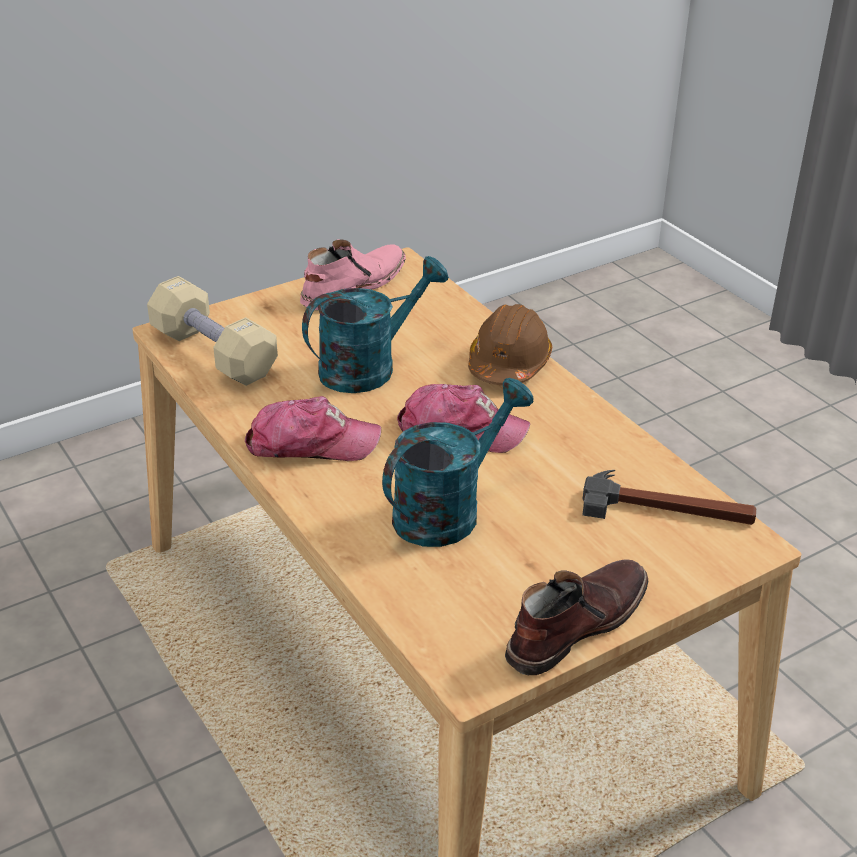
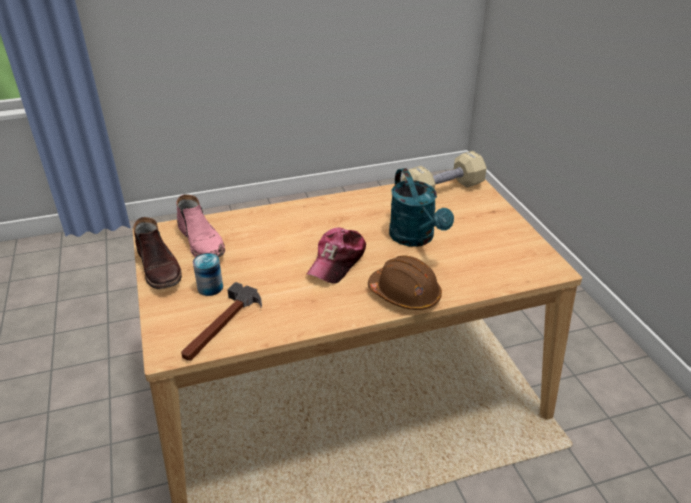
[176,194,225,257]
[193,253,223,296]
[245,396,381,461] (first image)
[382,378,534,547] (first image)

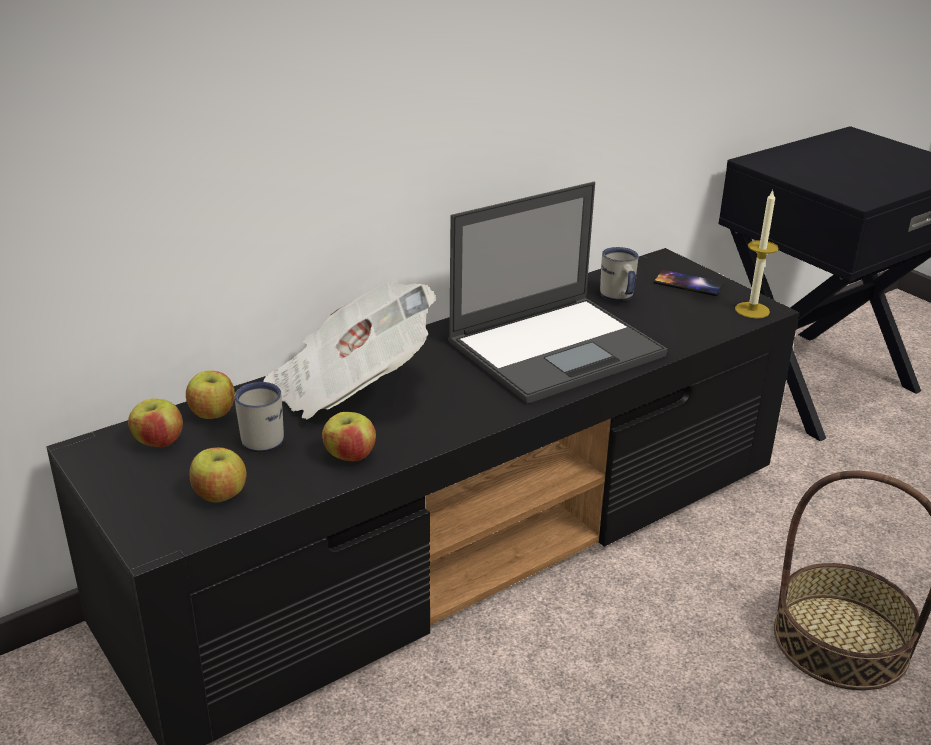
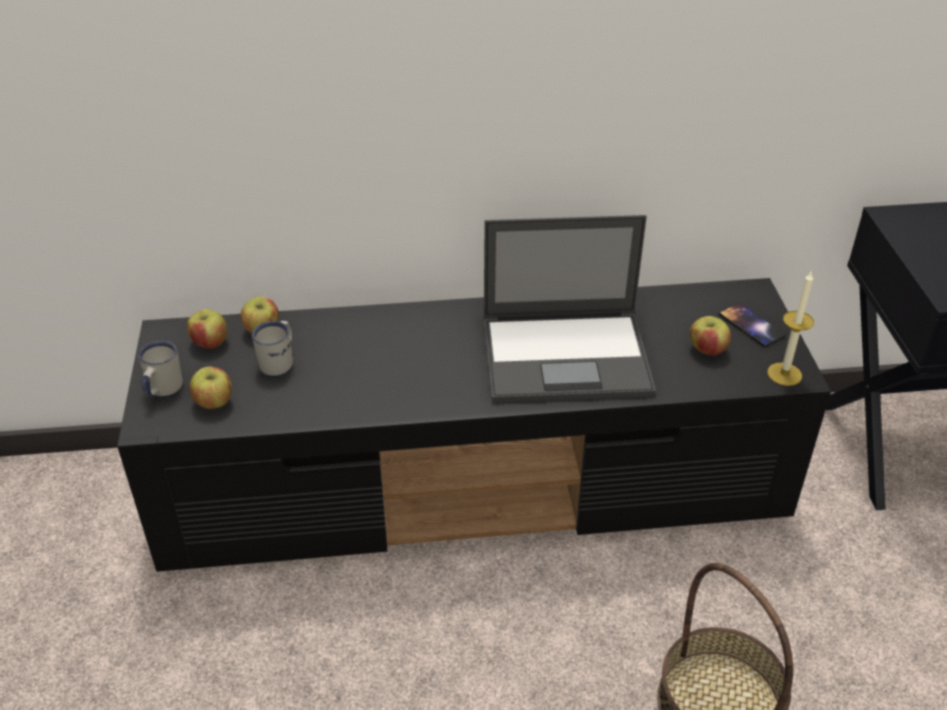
[138,340,183,398]
[690,316,731,356]
[263,281,436,419] (first image)

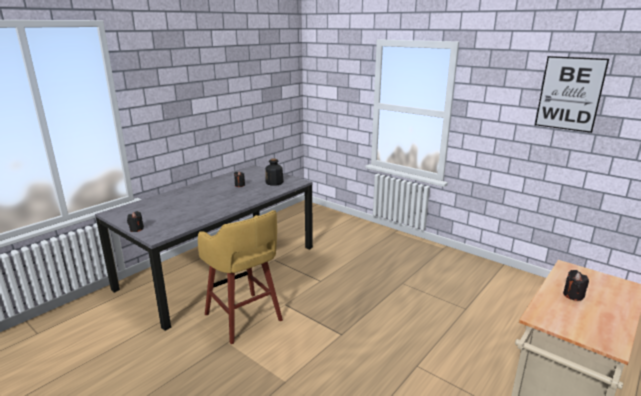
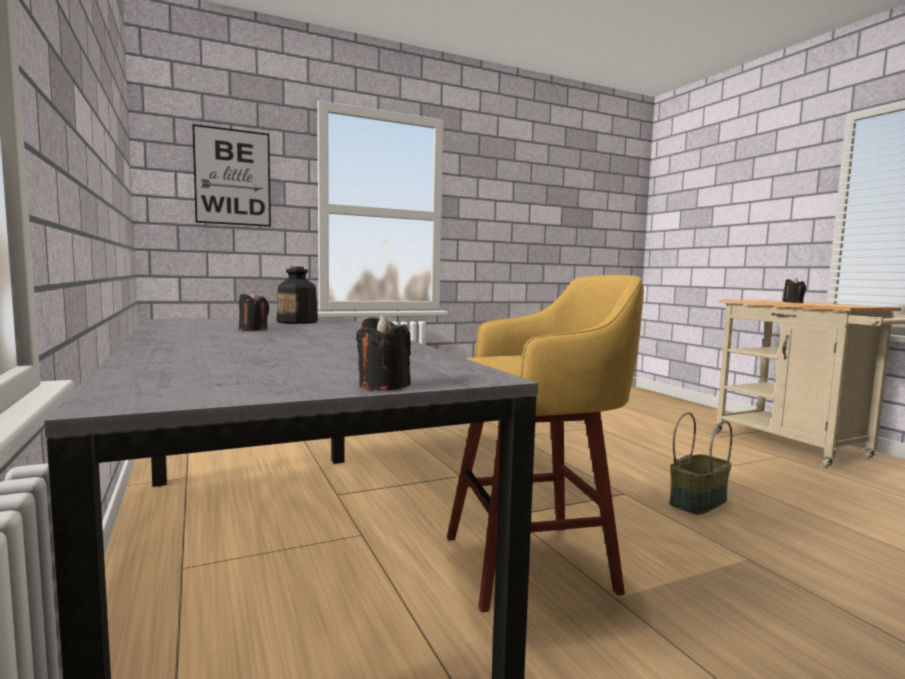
[192,124,271,227]
[669,412,732,515]

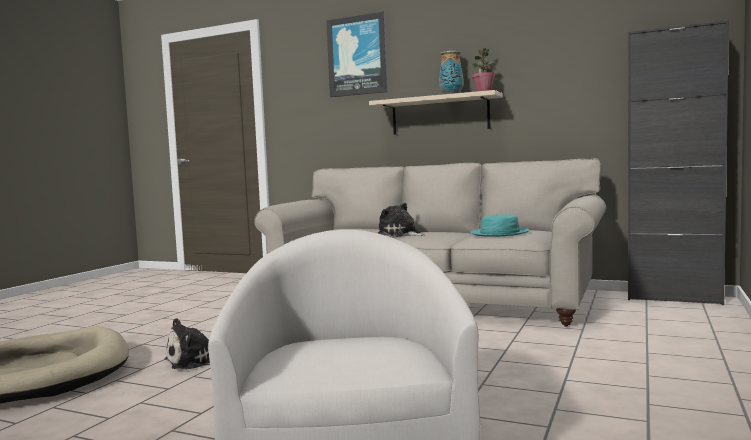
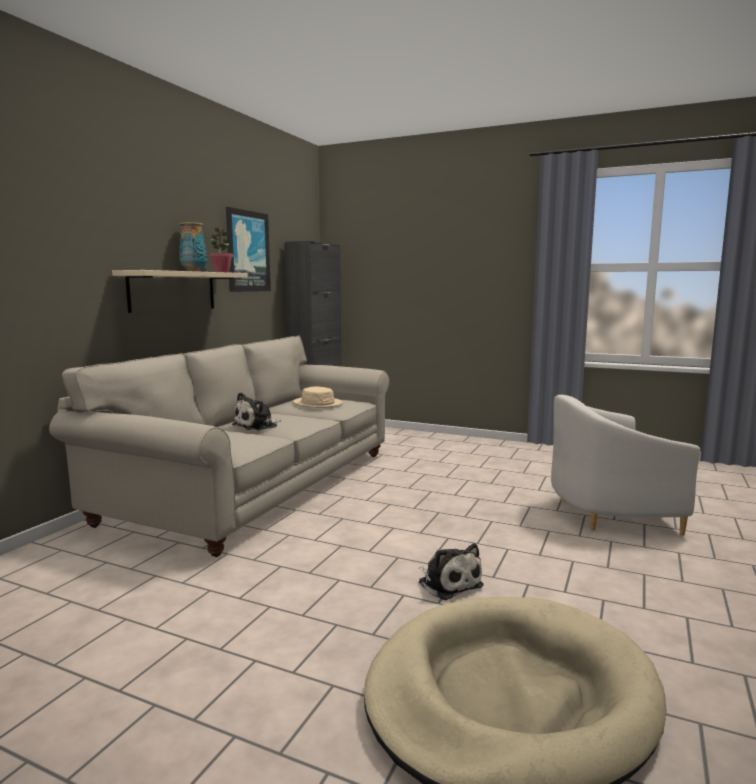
[226,207,271,292]
[293,386,343,408]

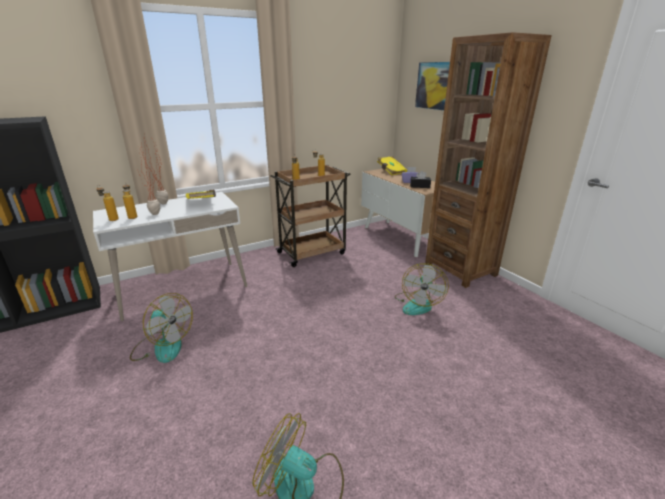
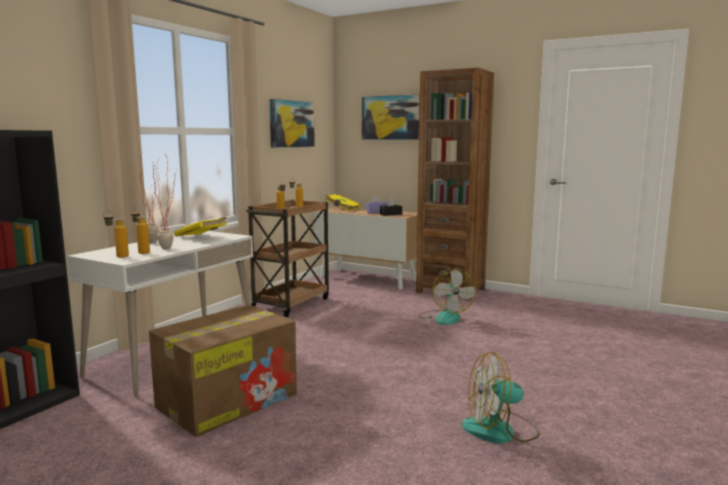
[149,305,297,437]
[269,99,315,148]

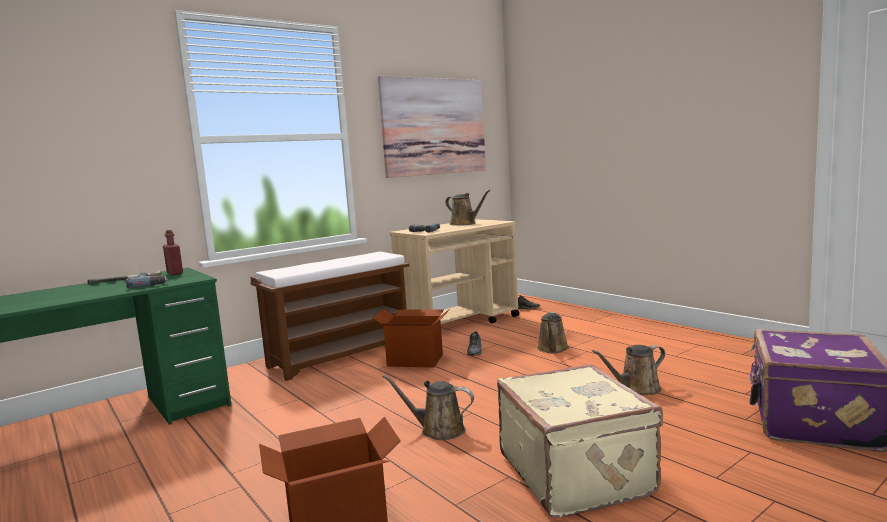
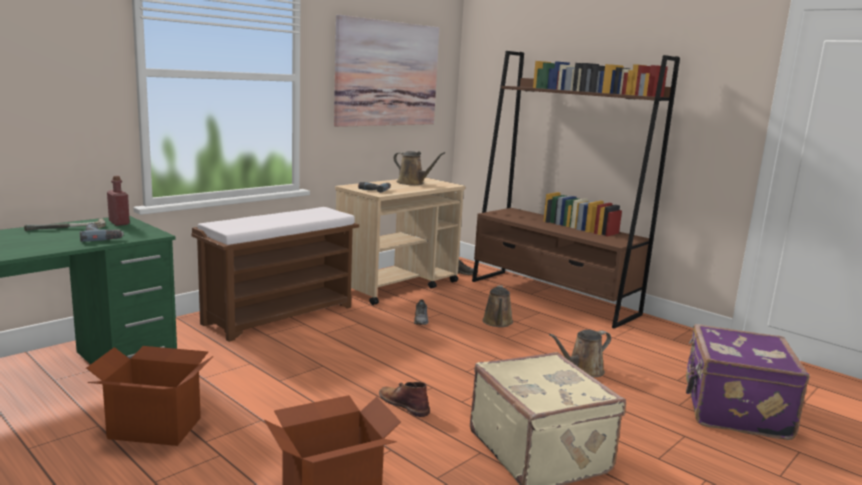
[86,346,213,446]
[379,382,430,417]
[472,51,680,329]

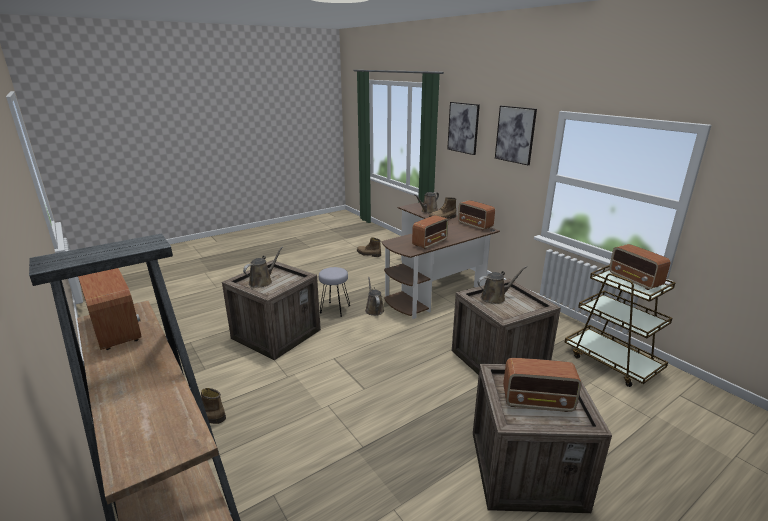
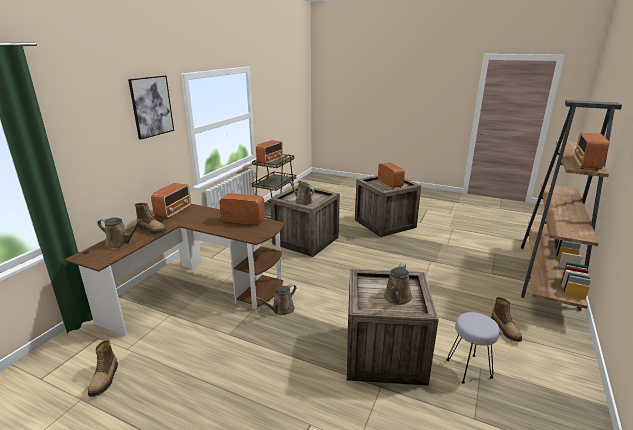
[384,264,412,305]
[447,312,500,384]
[447,102,480,155] (first image)

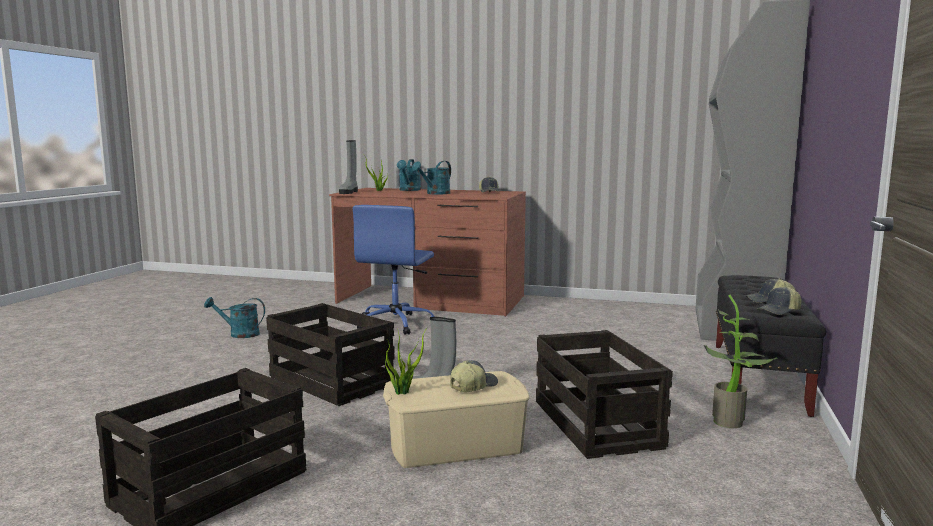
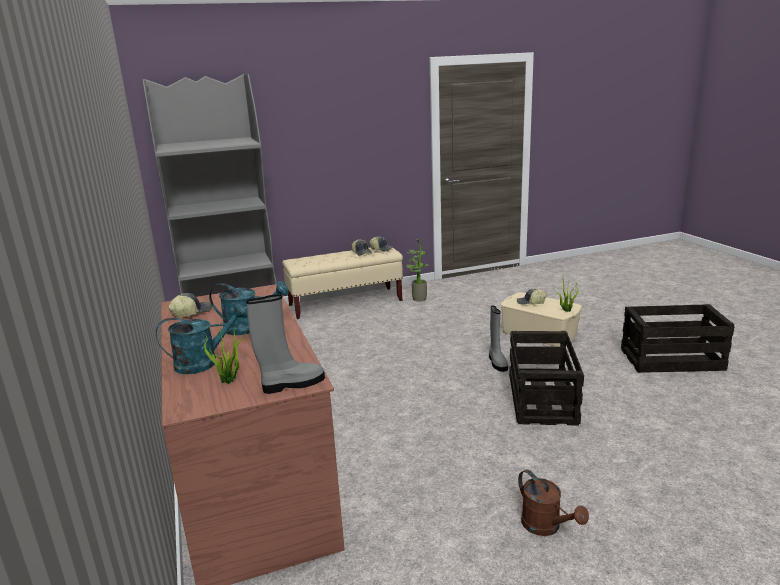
[282,245,403,319]
[518,470,589,536]
[353,205,435,335] (first image)
[536,330,673,459] (first image)

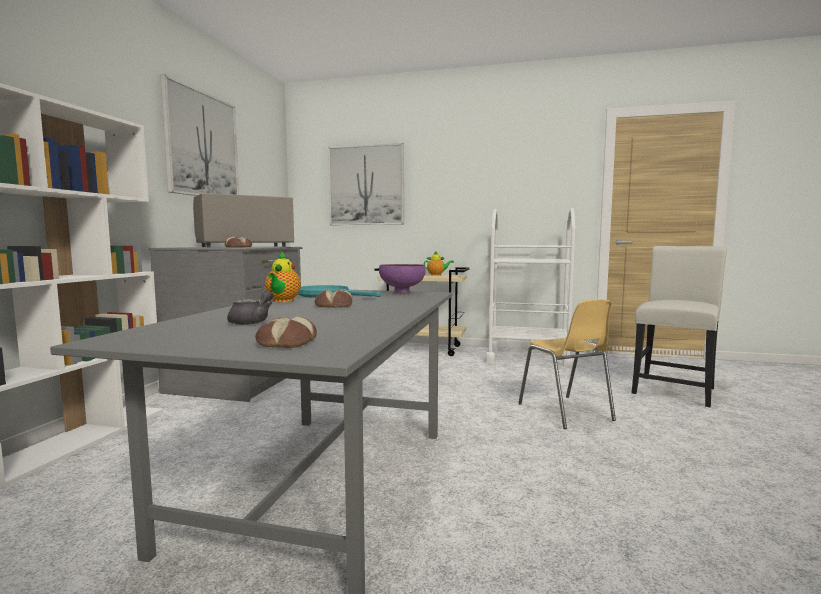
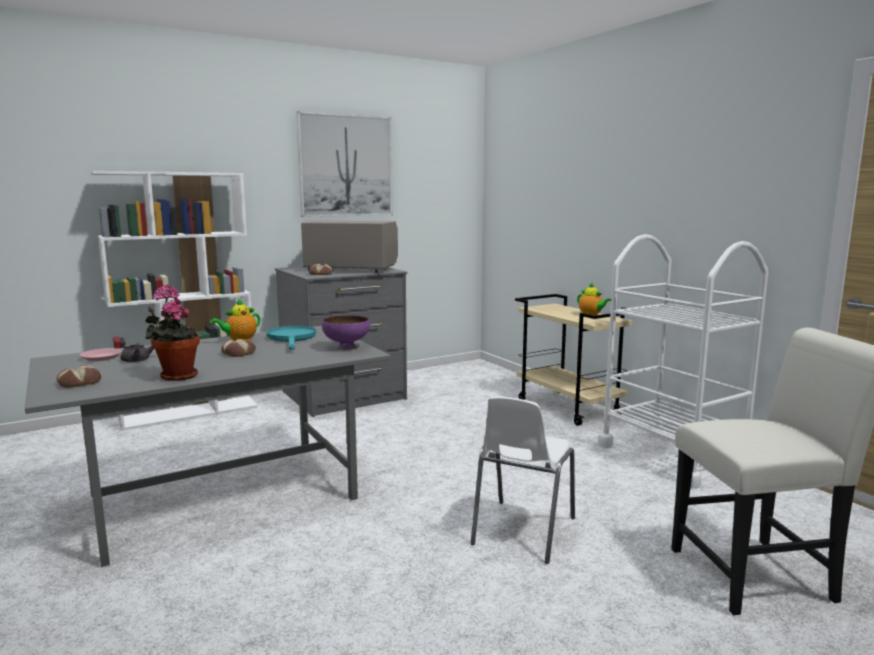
[80,348,122,361]
[145,285,200,381]
[470,396,575,564]
[328,143,404,225] (first image)

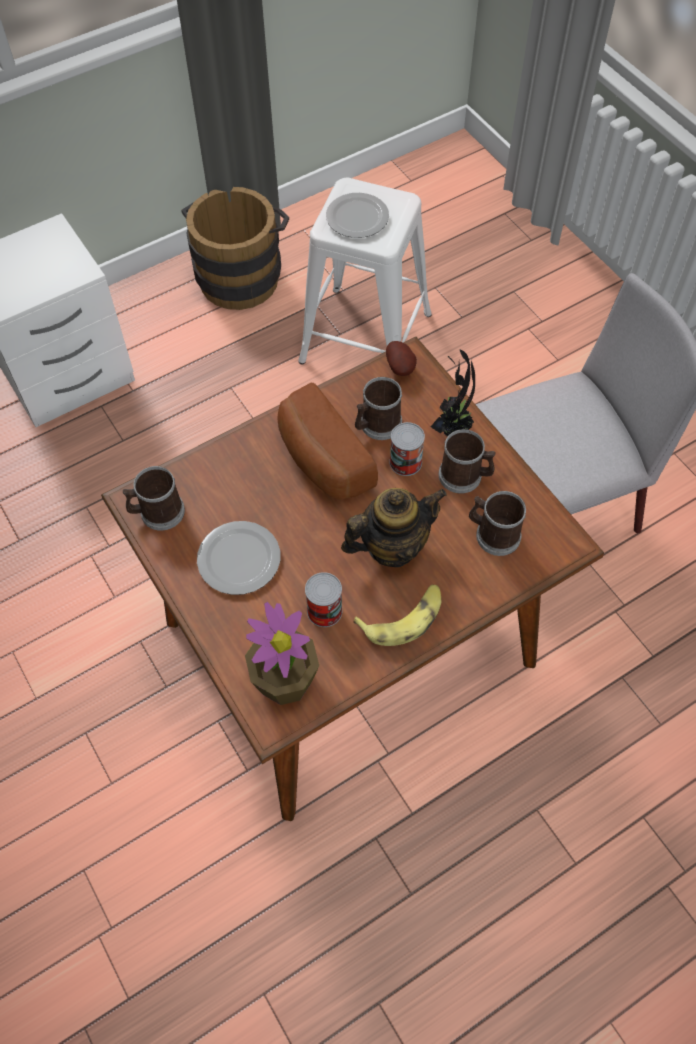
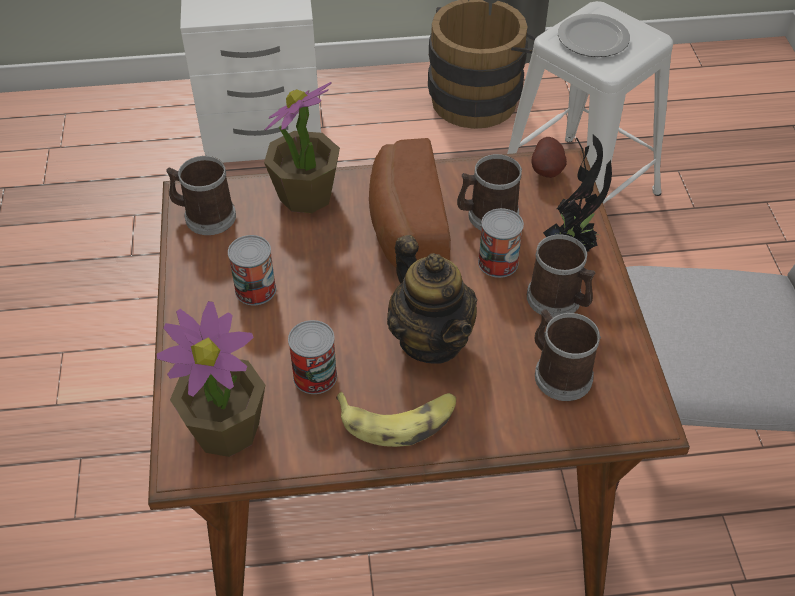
[228,235,276,305]
[264,82,340,213]
[387,235,477,364]

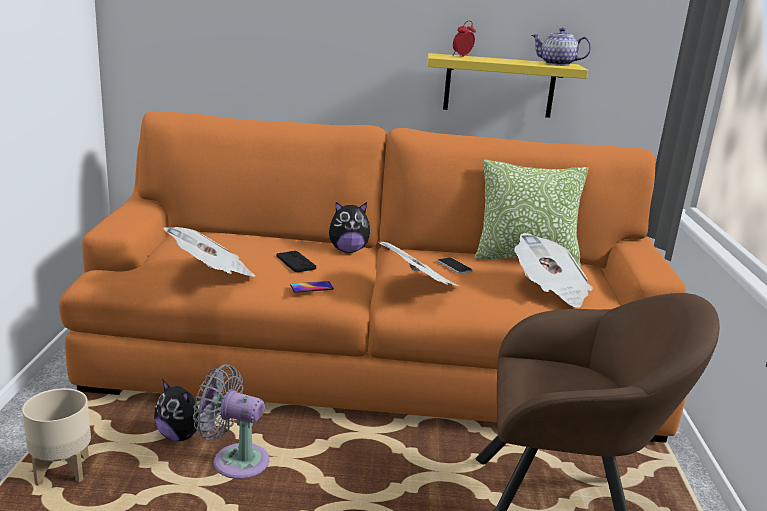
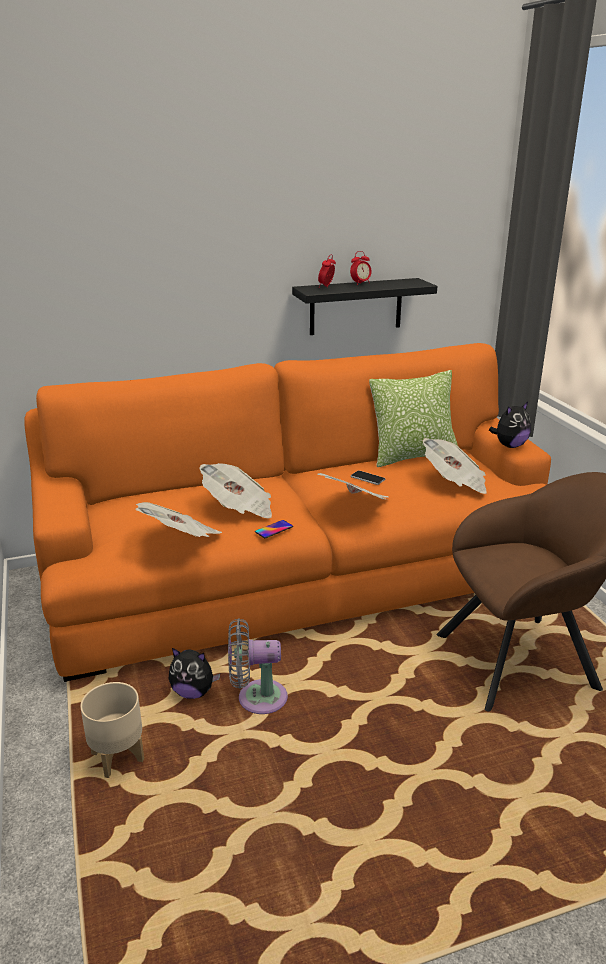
[199,463,272,519]
[292,278,437,335]
[350,251,372,285]
[489,402,531,448]
[532,28,591,66] (first image)

